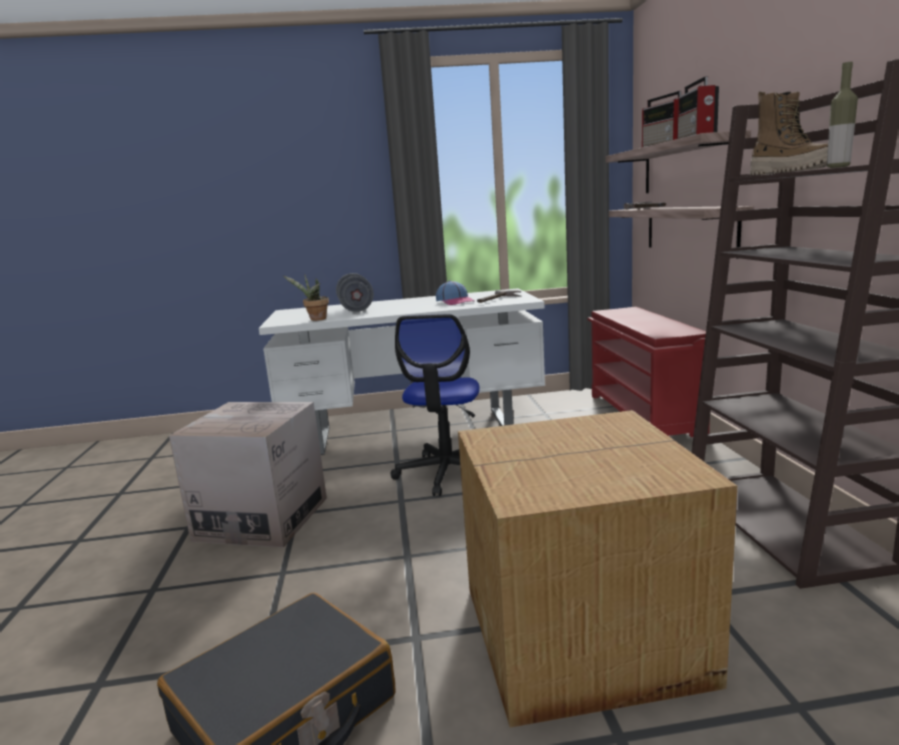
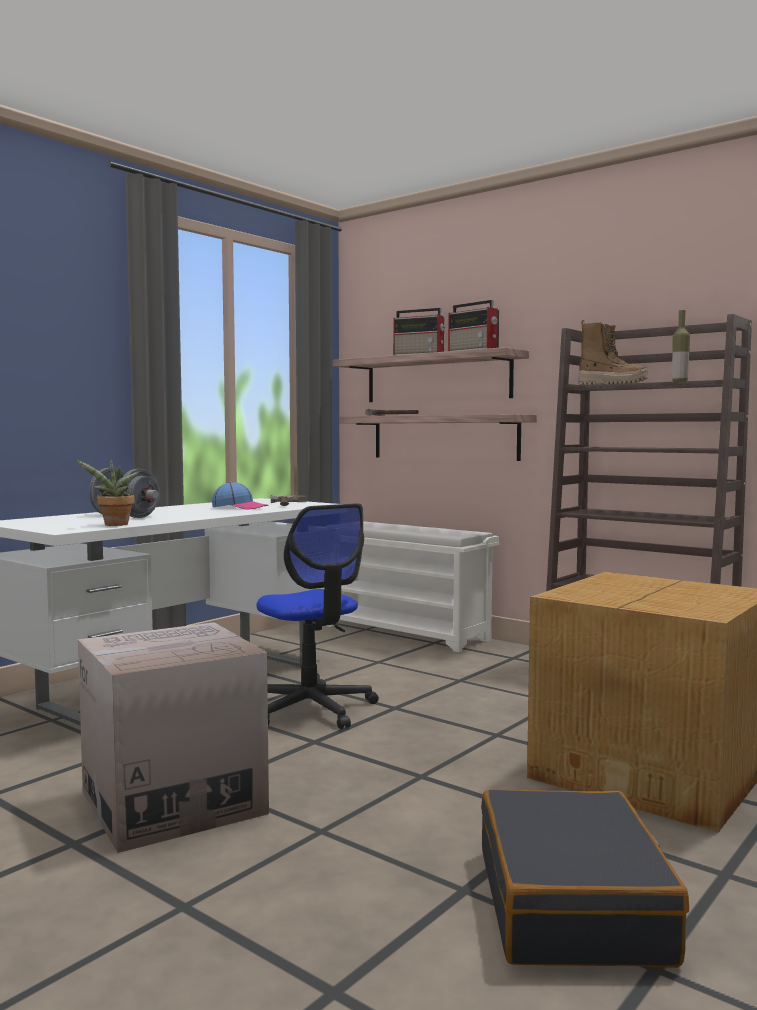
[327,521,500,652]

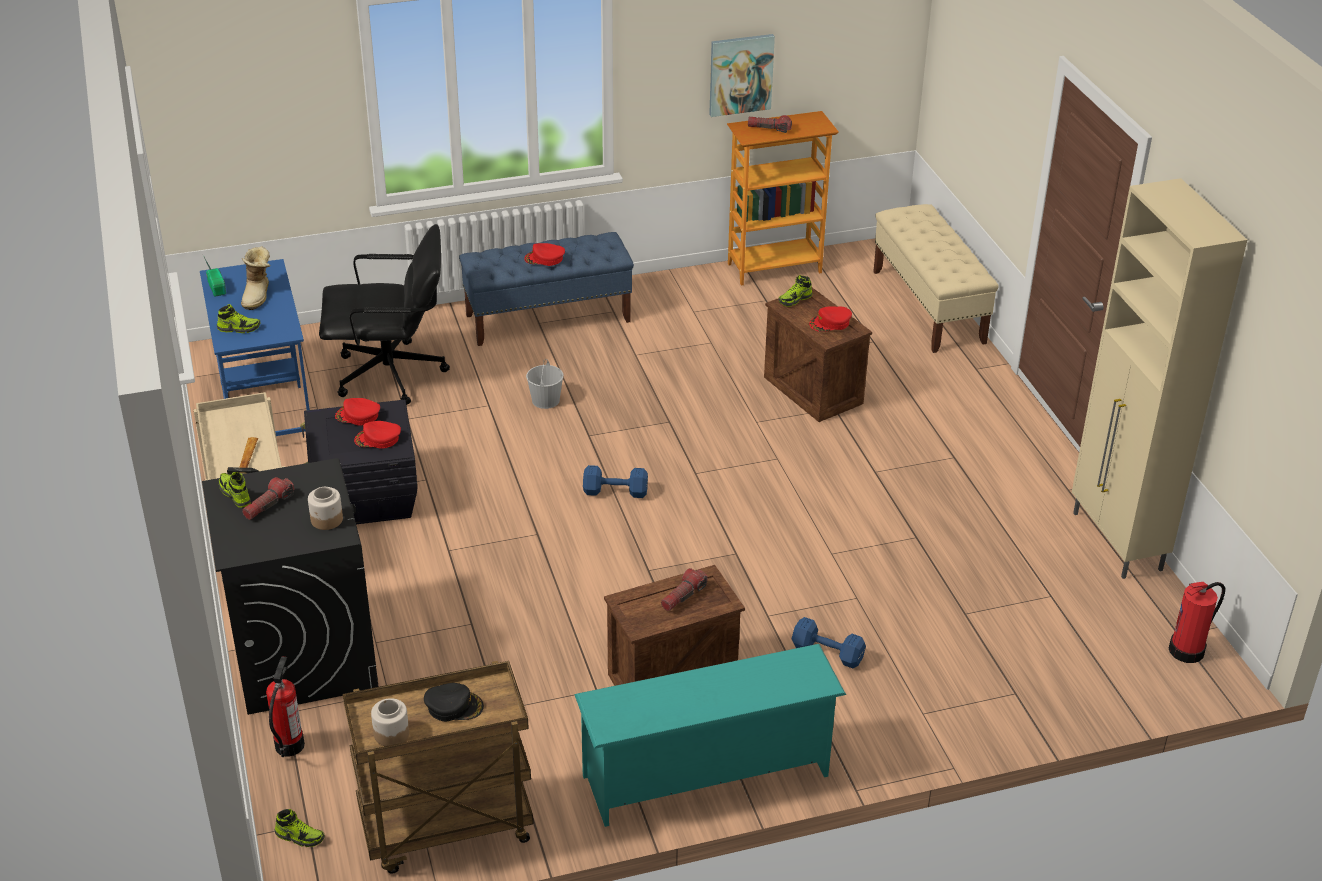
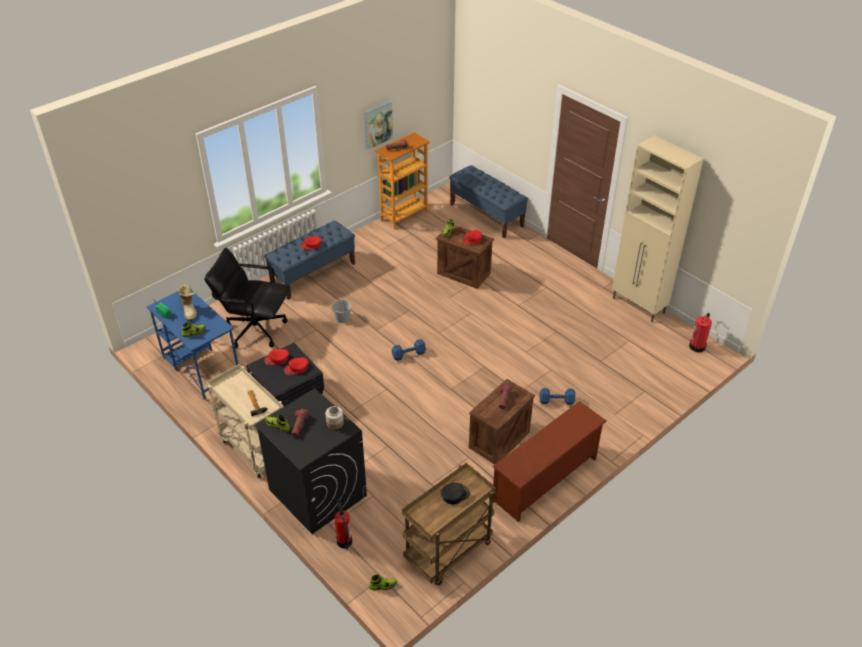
[204,248,290,348]
[449,165,528,238]
[492,401,607,522]
[371,698,409,746] (first image)

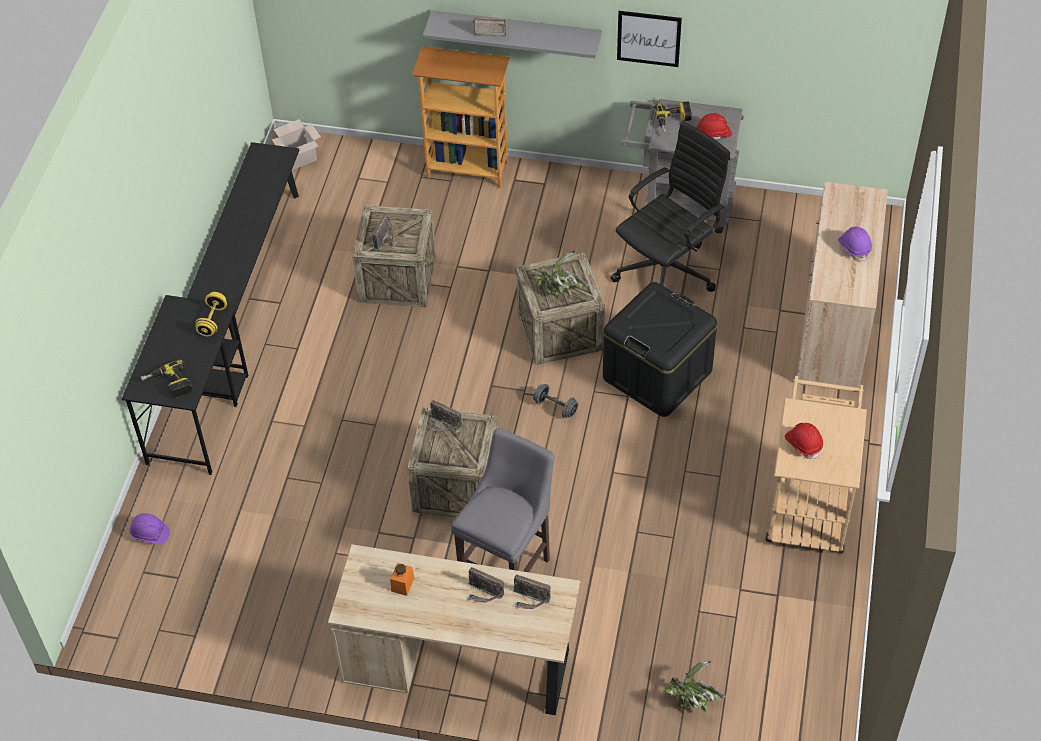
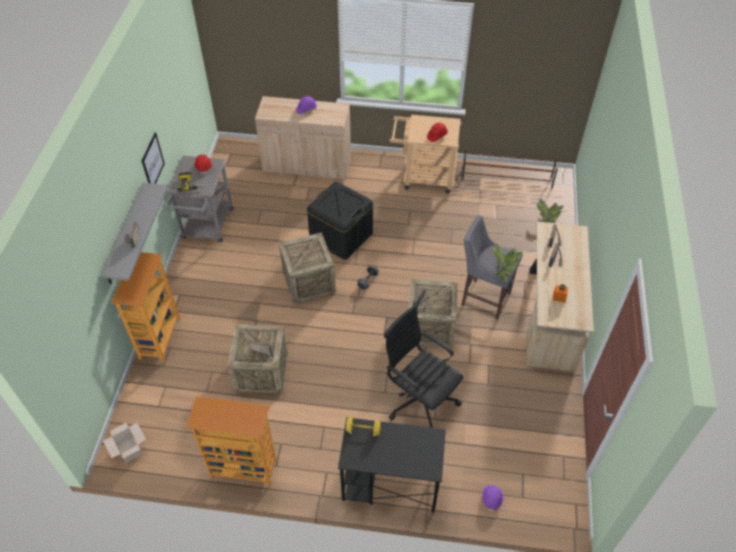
[186,396,276,487]
[384,305,463,428]
[462,148,558,189]
[492,244,524,281]
[141,359,193,398] (first image)

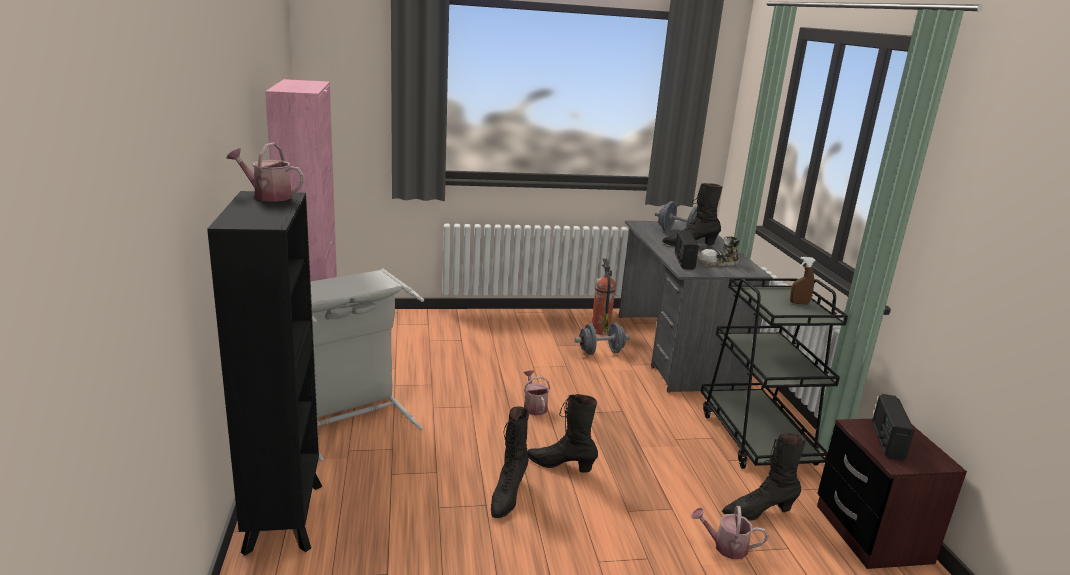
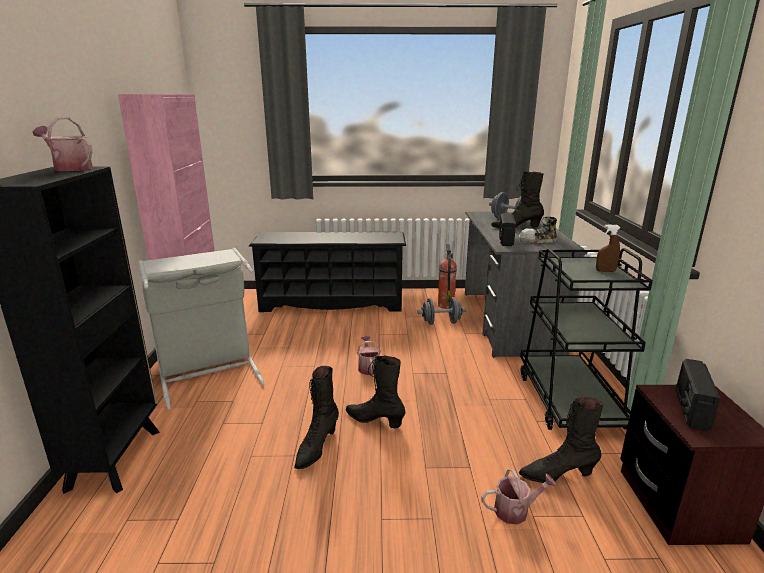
[249,232,406,312]
[482,469,557,525]

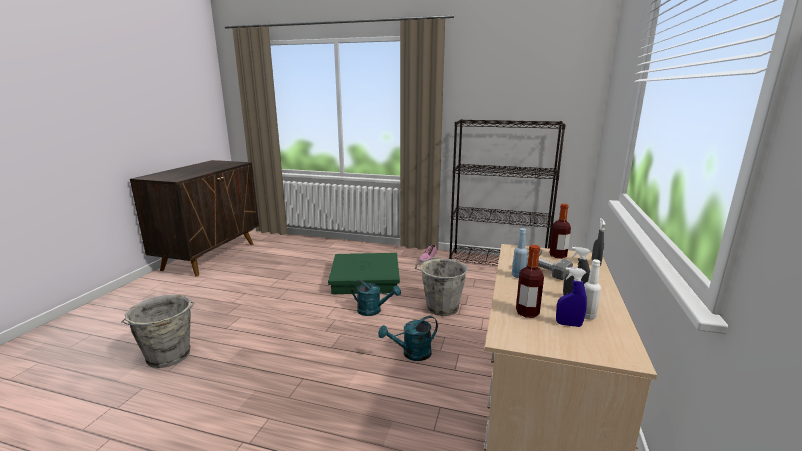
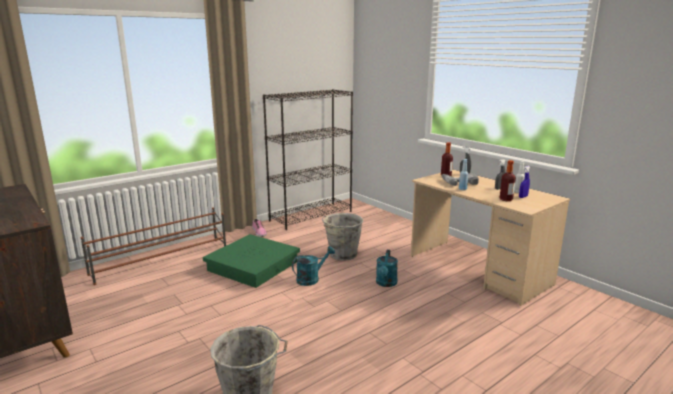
[80,207,226,285]

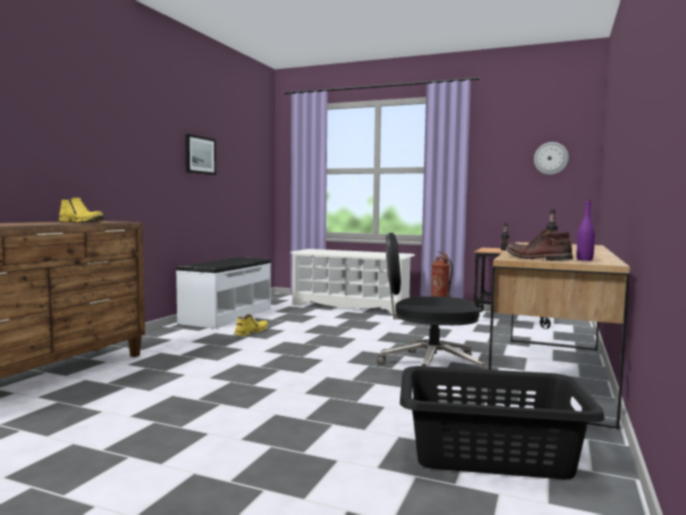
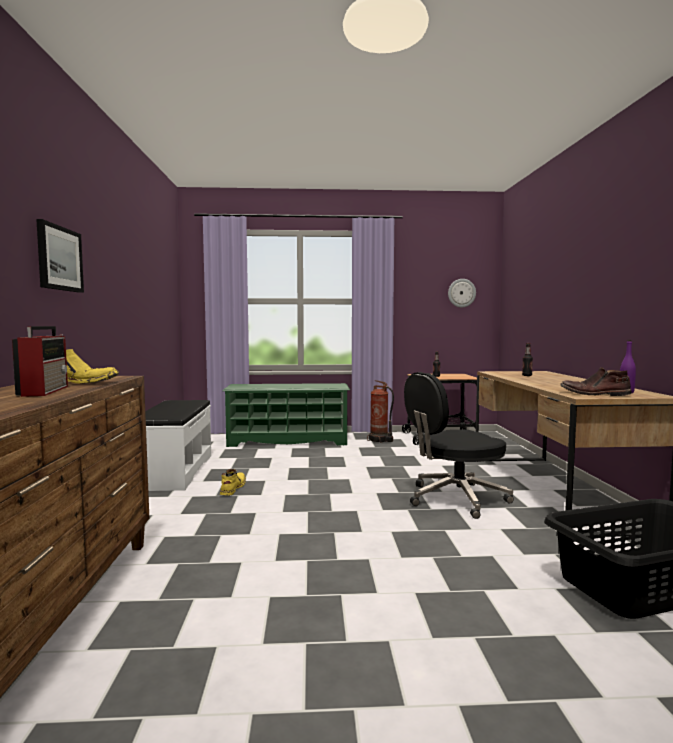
[12,326,68,397]
[36,219,84,293]
[222,383,350,447]

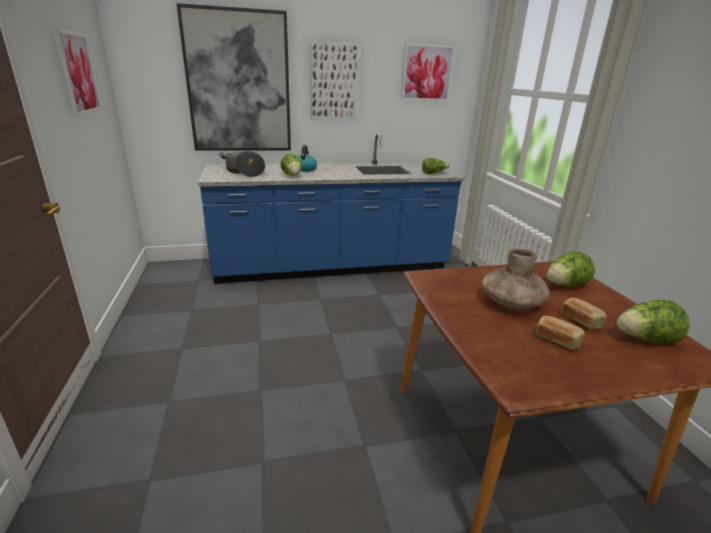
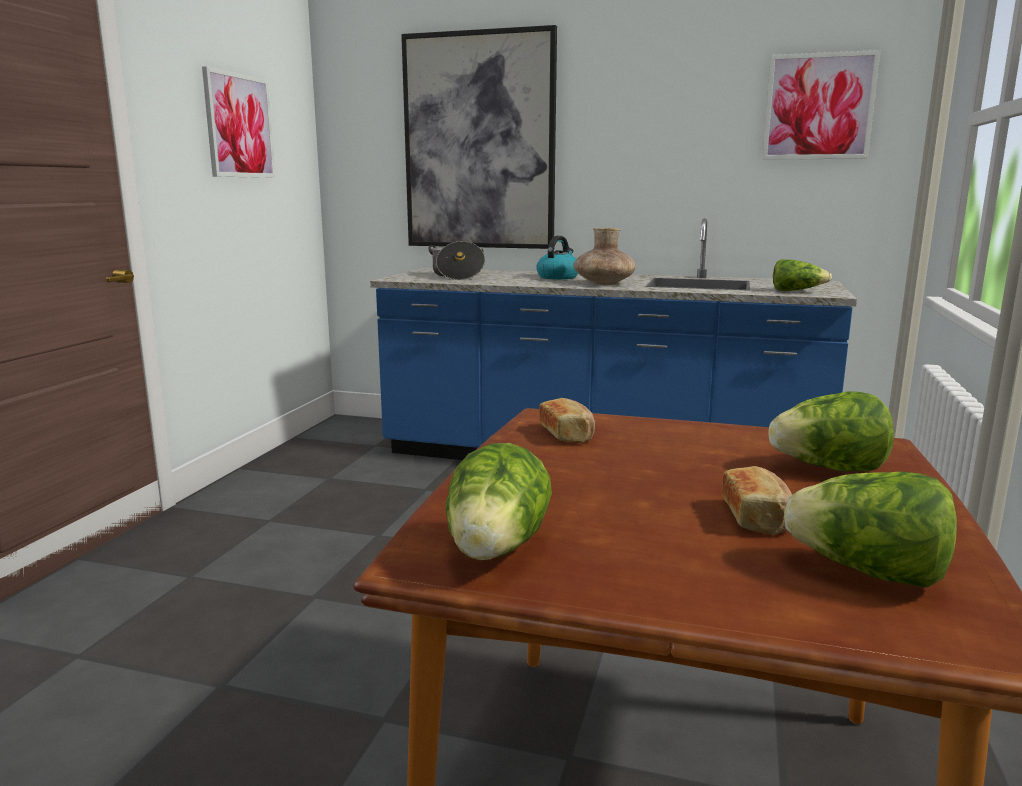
[446,443,552,560]
[539,398,595,443]
[573,228,636,285]
[310,41,359,120] (first image)

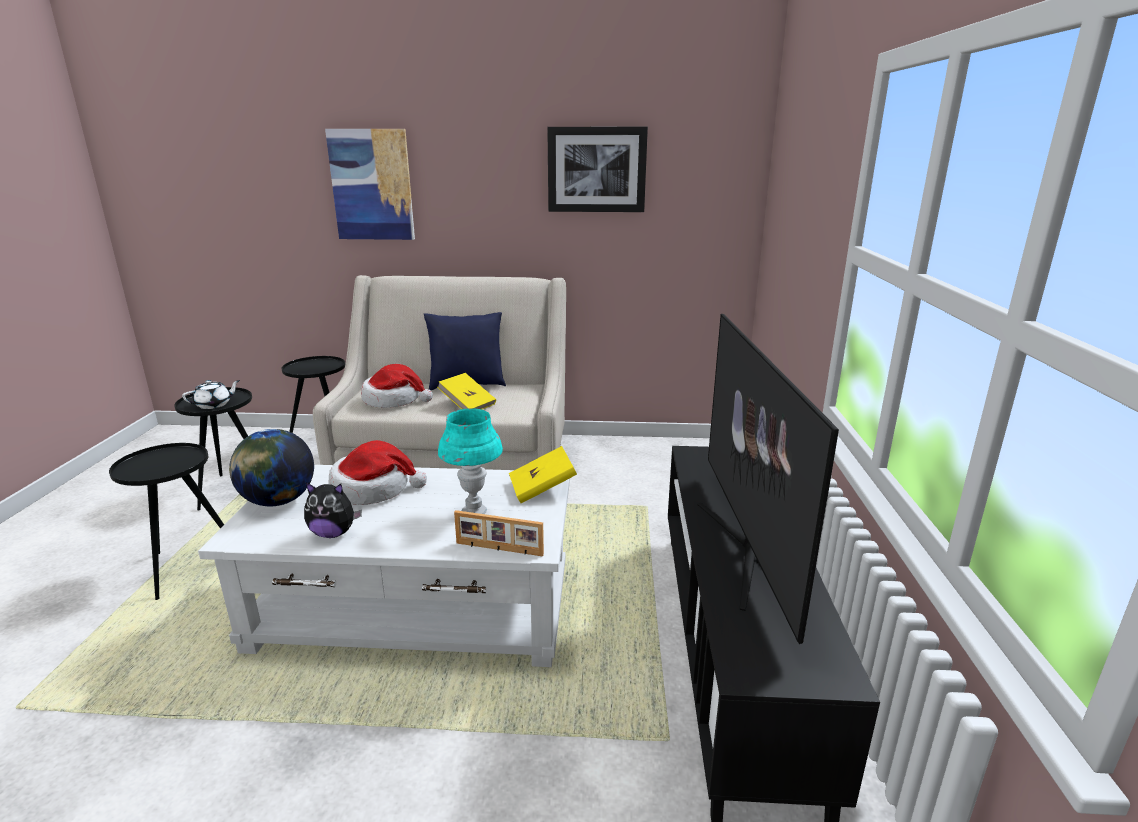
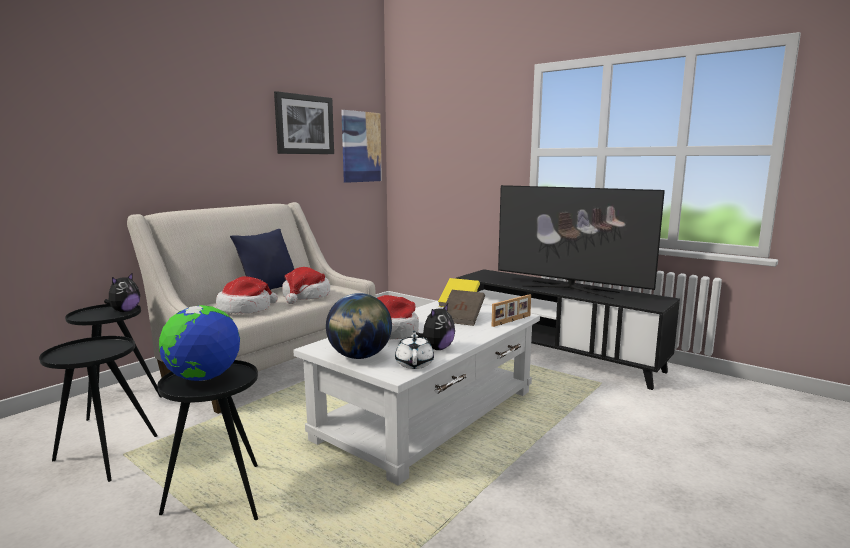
[104,273,140,312]
[159,305,240,381]
[282,267,330,304]
[341,110,382,183]
[395,331,434,369]
[444,290,485,326]

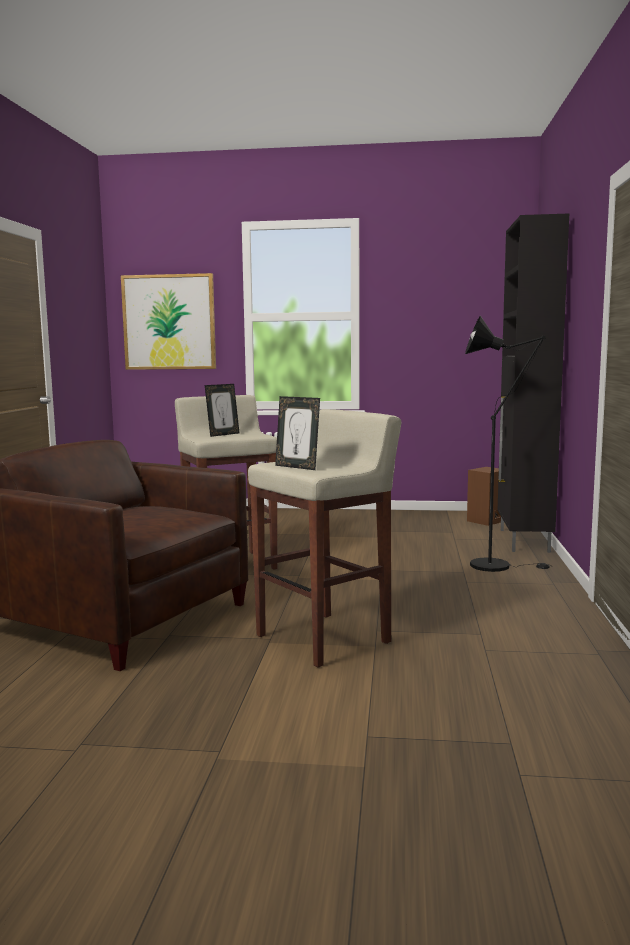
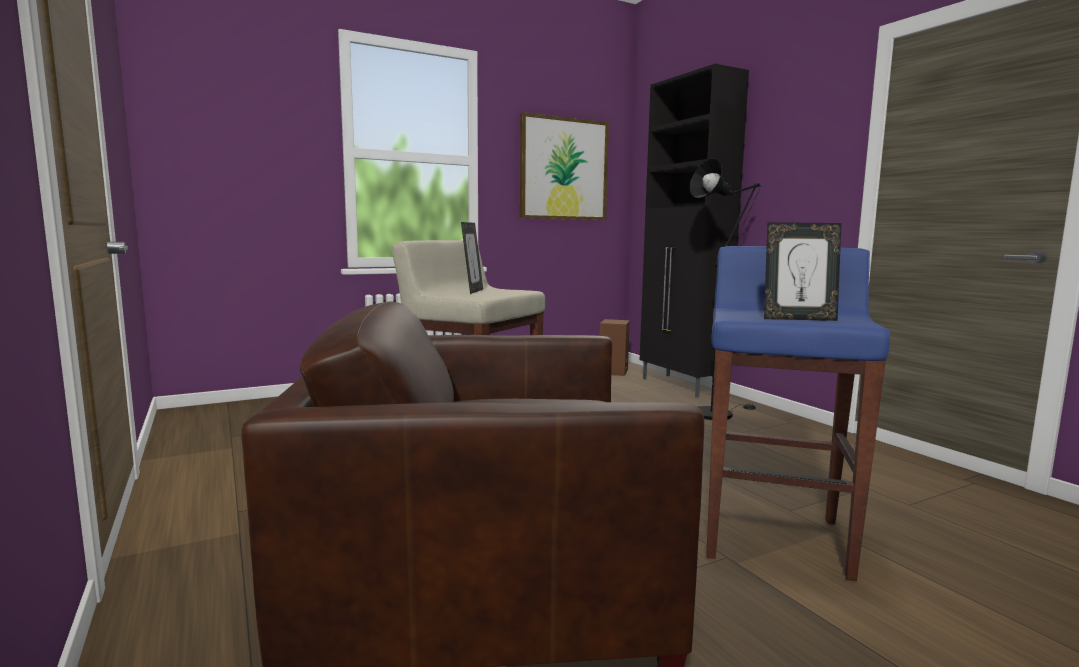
[520,112,609,220]
[706,246,890,581]

